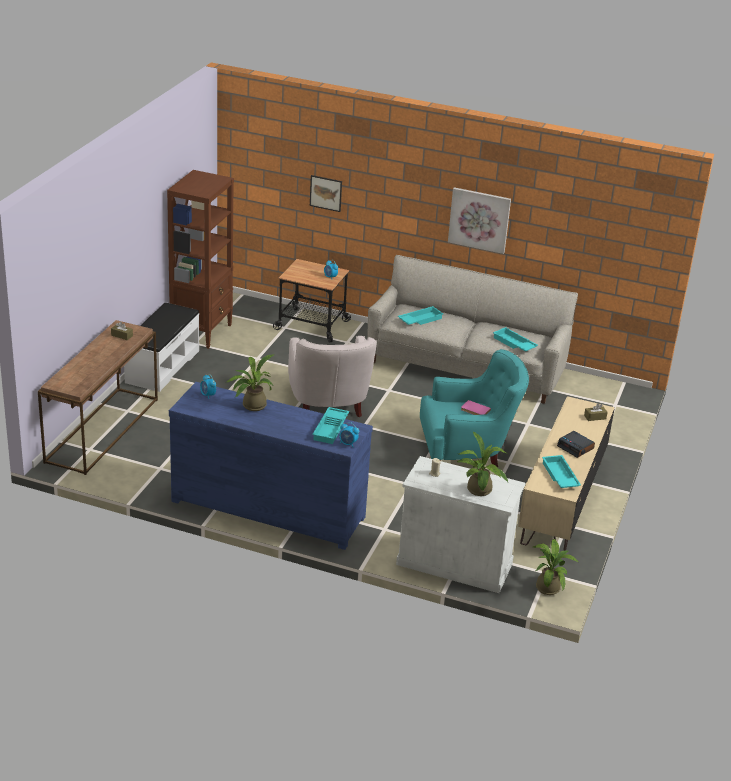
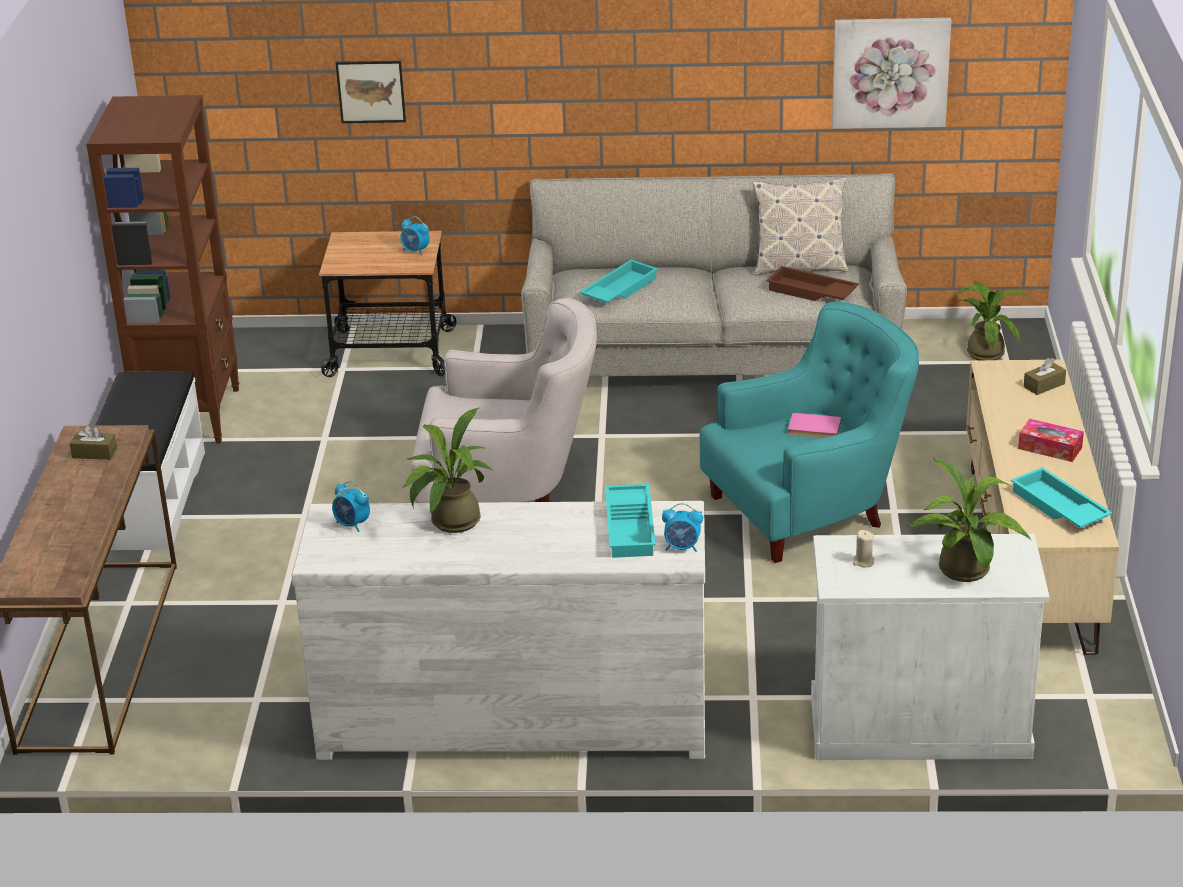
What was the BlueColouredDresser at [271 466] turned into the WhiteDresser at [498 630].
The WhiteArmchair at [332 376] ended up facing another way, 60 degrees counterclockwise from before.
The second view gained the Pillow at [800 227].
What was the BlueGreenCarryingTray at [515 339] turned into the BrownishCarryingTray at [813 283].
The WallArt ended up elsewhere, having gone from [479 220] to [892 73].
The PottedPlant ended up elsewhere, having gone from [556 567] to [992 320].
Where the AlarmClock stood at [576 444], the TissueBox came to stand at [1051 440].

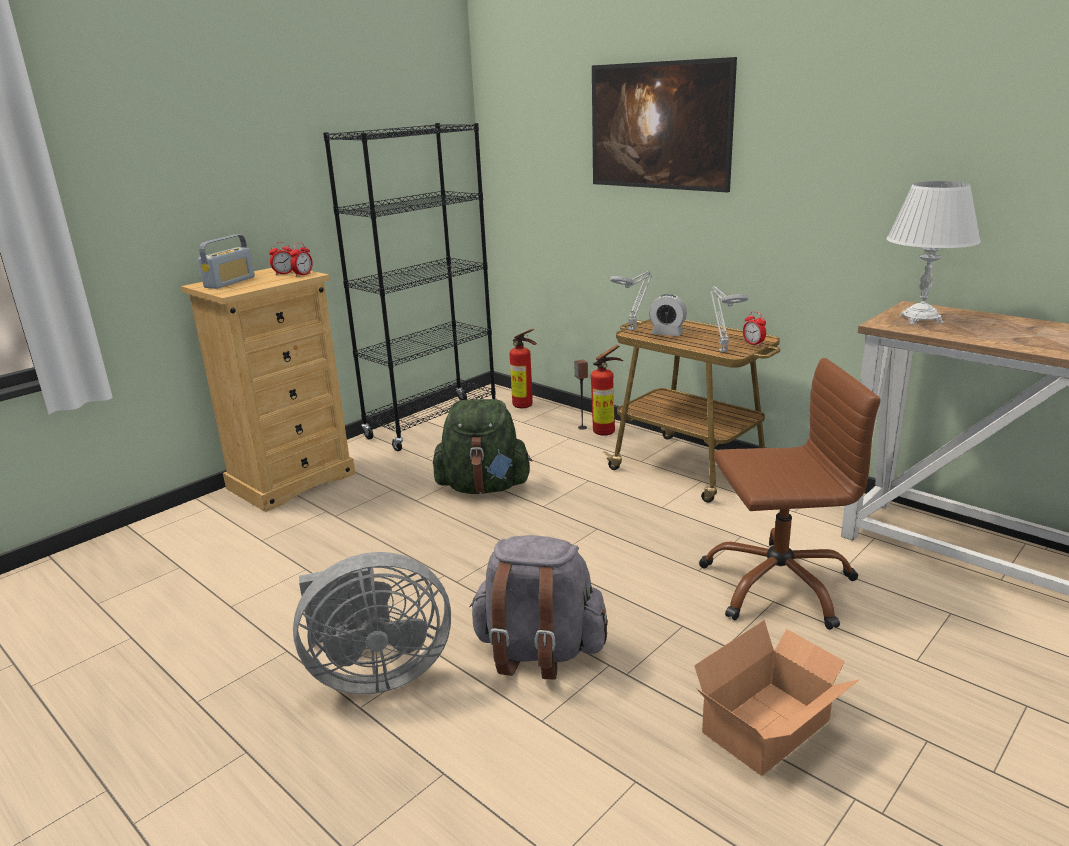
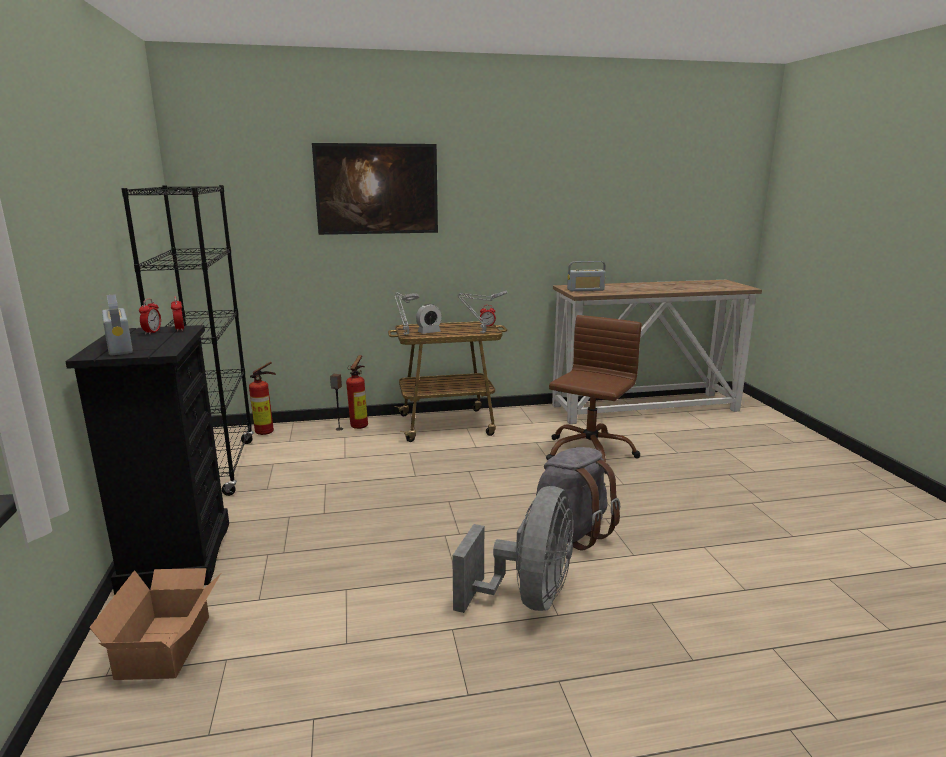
What was the BeigeDresser at [268 390] turned into the BlackishDresser at [147 460].
The PackingBox ended up elsewhere, having gone from [777 698] to [155 624].
Where the WhiteLampForATable stood at [934 252], the RadioReceiver came to stand at [586 276].
The second view lost the GreenColouredRucksack at [482 446].

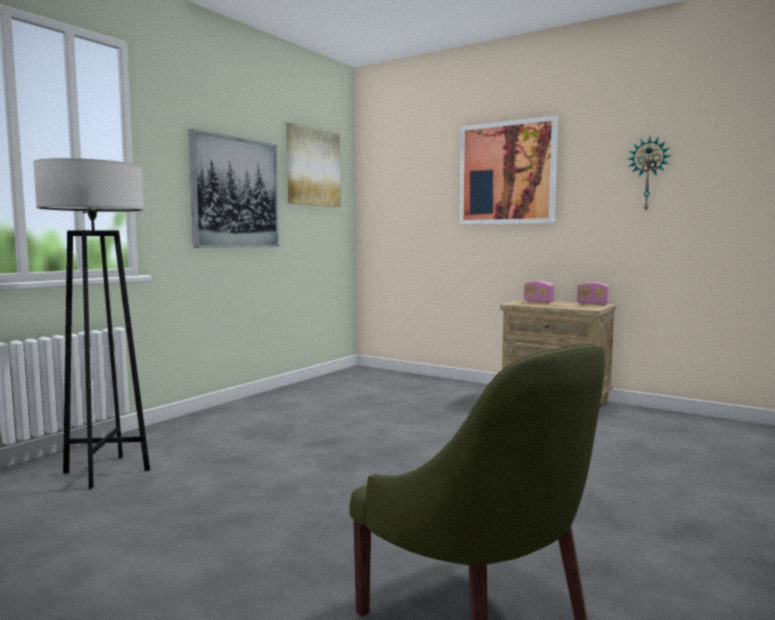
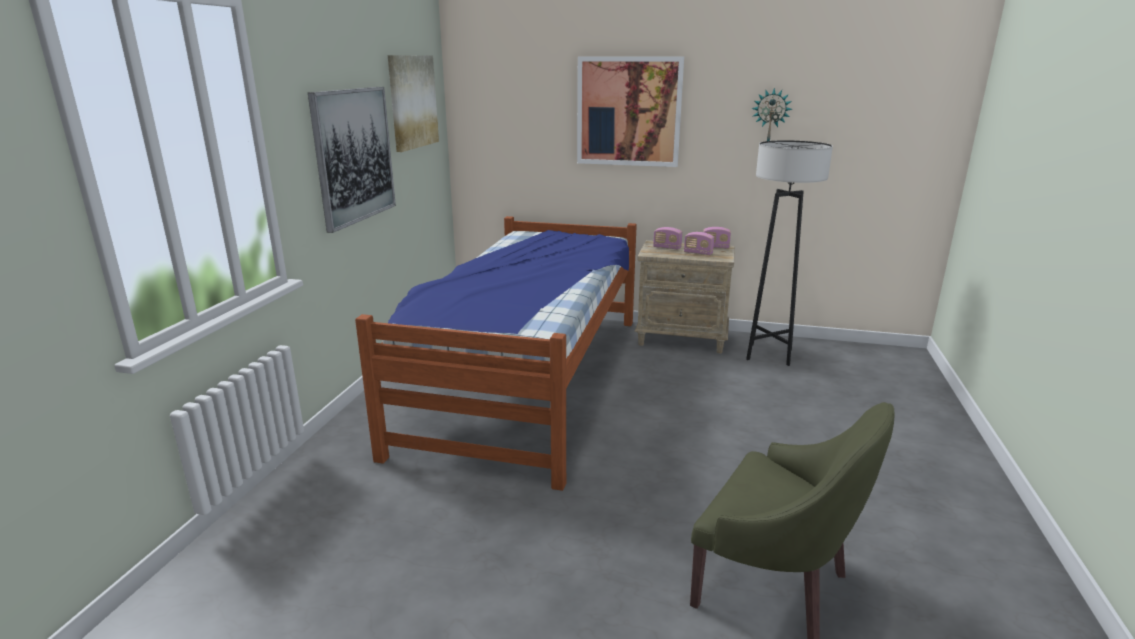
The second view gained the Bed at [496 353].
The second view gained the RadioReceiver at [699 243].
The GreyishStandingLamp ended up elsewhere, having gone from [91 323] to [789 253].

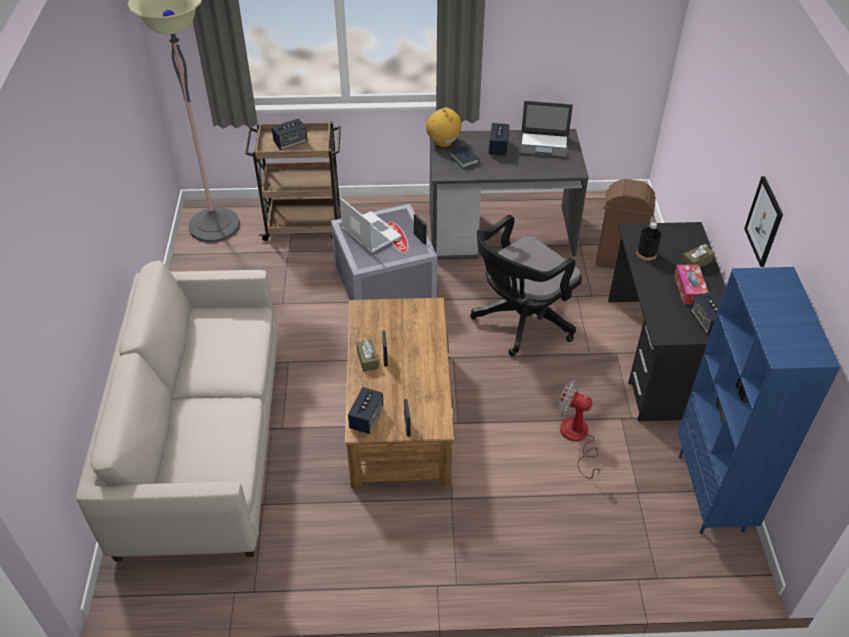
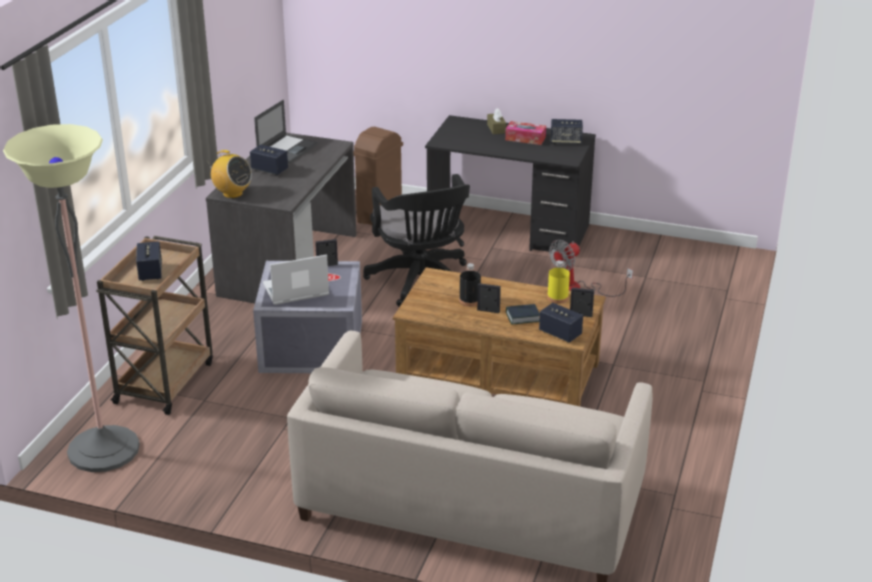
The RadioReceiver at [444 127] ended up facing another way, 135 degrees counterclockwise from before.
The BlackishDrinkBottle ended up elsewhere, having gone from [649 241] to [470 285].
The Volume ended up elsewhere, having gone from [465 157] to [523 314].
The second view gained the YellowColouredDrinkBottle at [558 282].
The second view lost the BrownishTissueBox at [367 355].
The second view lost the BlueColouredBookshelf at [759 400].
The second view lost the WallArt at [763 221].

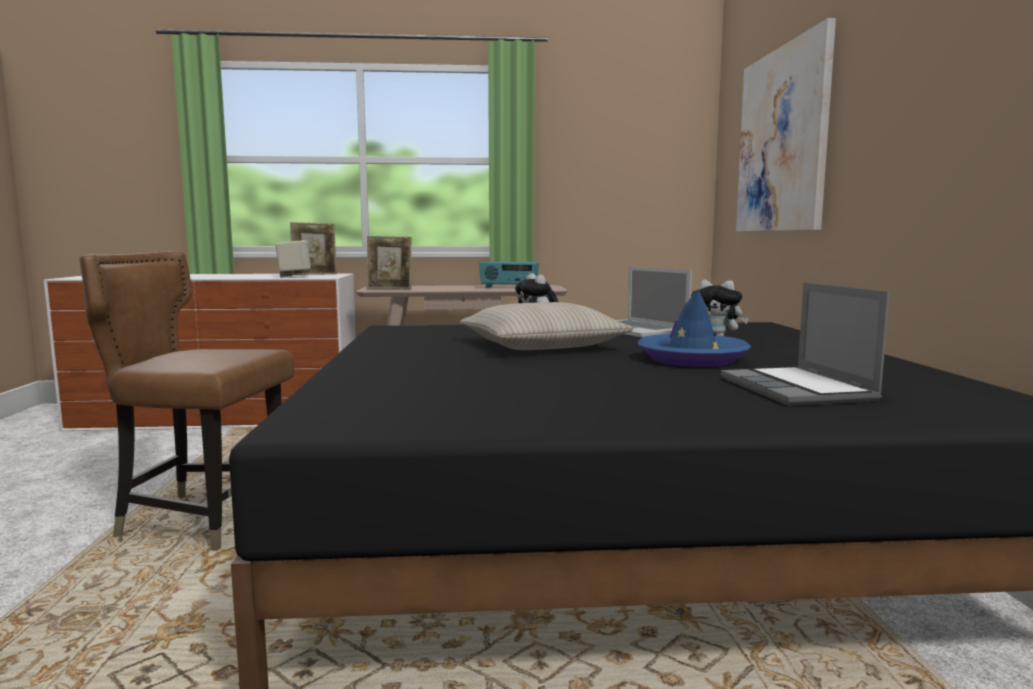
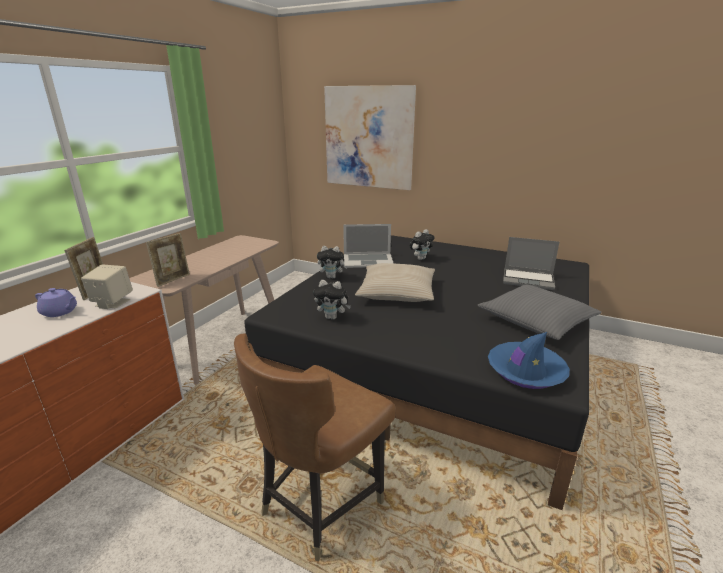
The second view gained the PurplePotForTea at [56 302].
The second view gained the CuddlyToy at [332 300].
The second view gained the GreyishPillow at [539 312].
The BlueColouredClothingHat ended up elsewhere, having gone from [694 328] to [529 360].
The second view lost the RadioReceiver at [509 275].

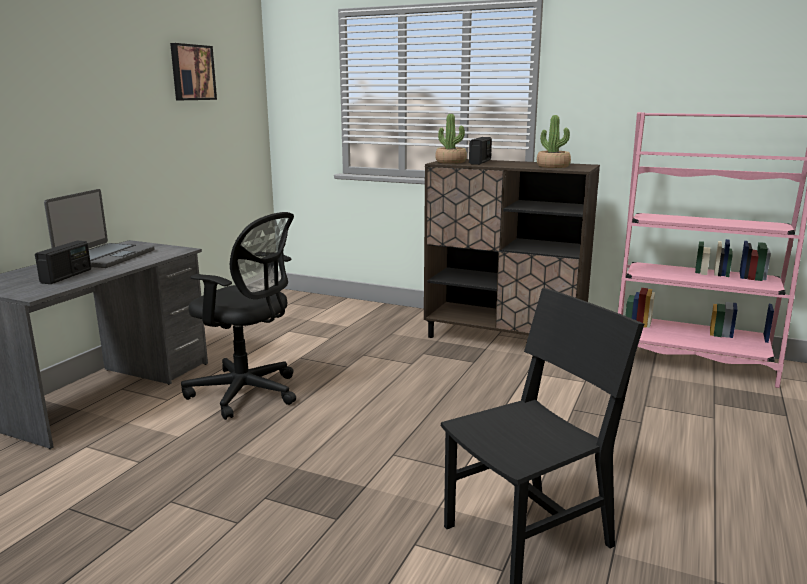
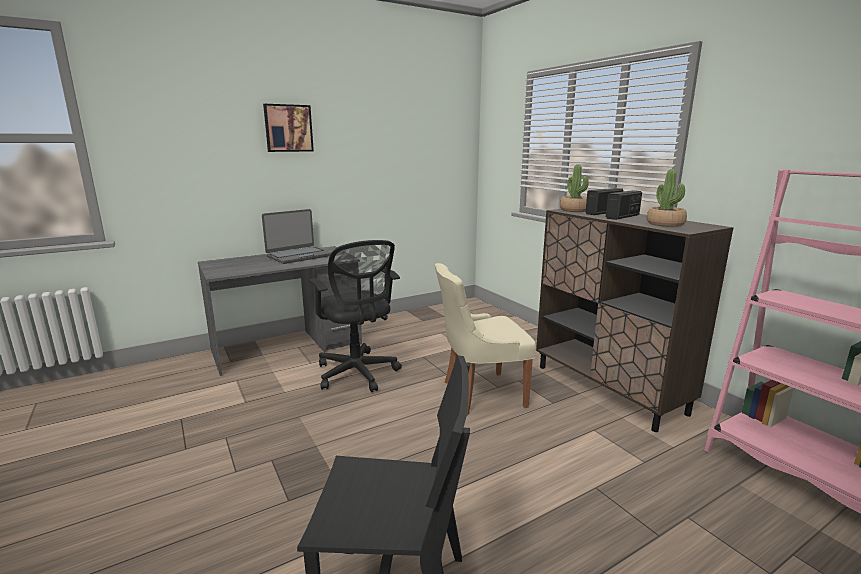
The WallArt ended up elsewhere, having gone from [193 71] to [288 128].
The second view gained the BeigeUprightChair at [485 339].
The RadioReceiver ended up elsewhere, having gone from [63 262] to [624 205].

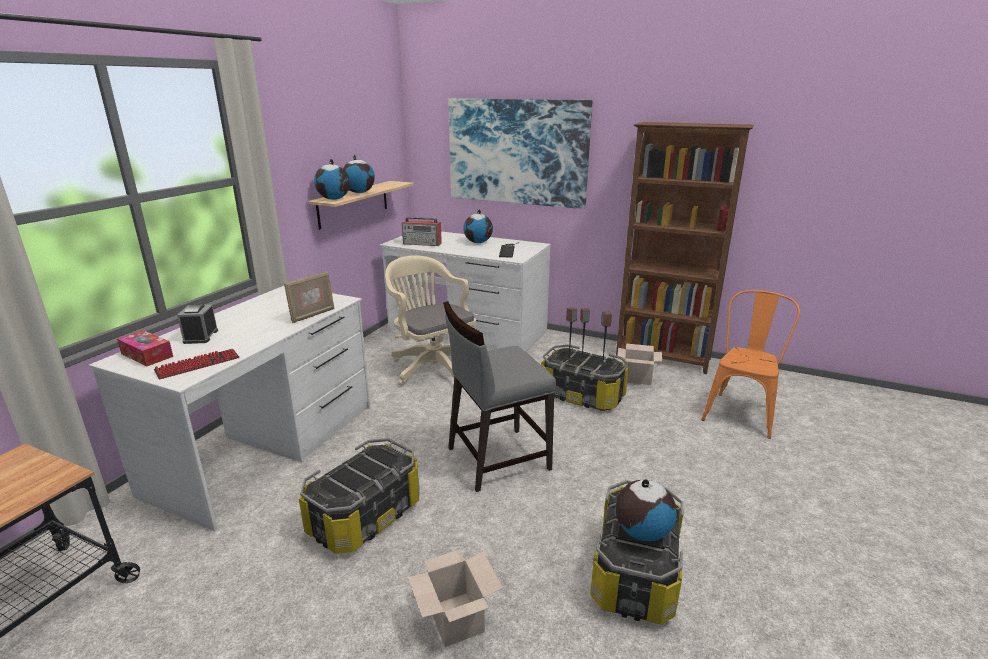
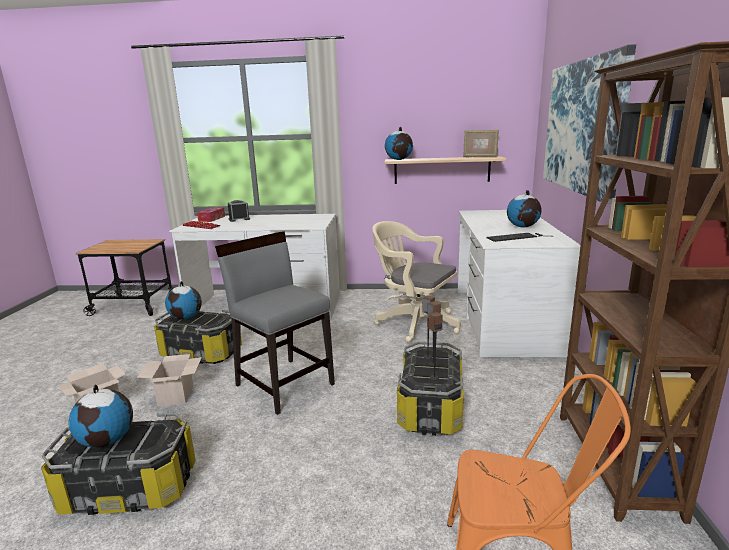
The PackingBox ended up elsewhere, having gone from [639 364] to [169 380].
The WorldGlobe ended up elsewhere, having gone from [359 174] to [183 300].
The BeigeDeskChair at [430 321] ended up facing another way, 90 degrees counterclockwise from before.
The PictureFrame ended up elsewhere, having gone from [309 297] to [481 143].
The second view lost the RadioReceiver at [422 231].

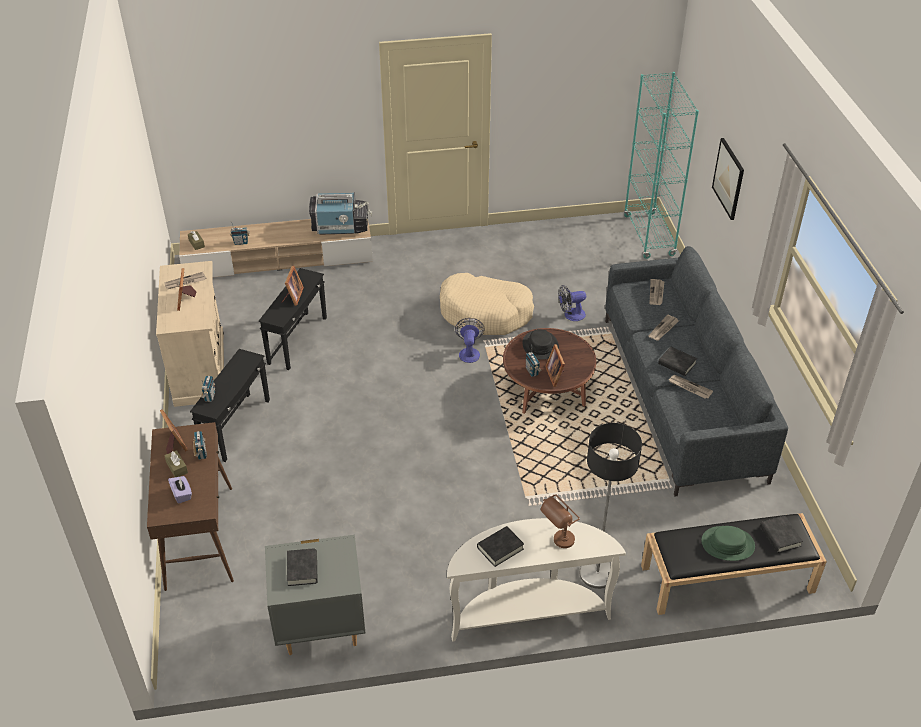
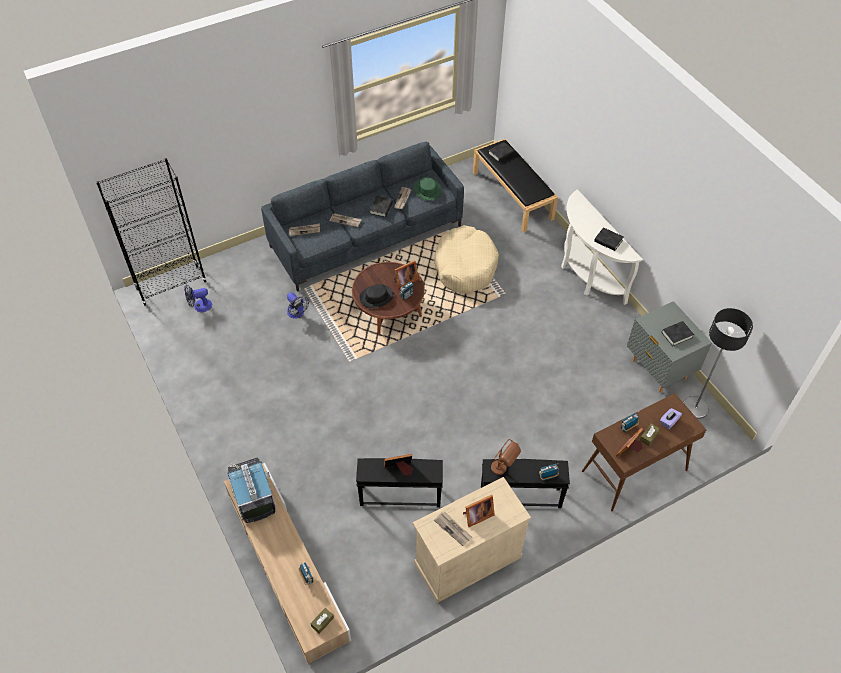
What was the BlueGreenBookshelf at [661 165] turned into the BlackishBookshelf at [151 231].
The ElectricFan ended up elsewhere, having gone from [470 340] to [198 298].
The GreenColouredClothingHat ended up elsewhere, having gone from [728 543] to [427 188].
The BeigePetBed ended up elsewhere, having gone from [487 304] to [466 259].
The BrownishLampForATable ended up elsewhere, having gone from [560 521] to [506 457].
The StandingLamp ended up elsewhere, having gone from [610 506] to [718 363].
The second view lost the WallArt at [728 179].

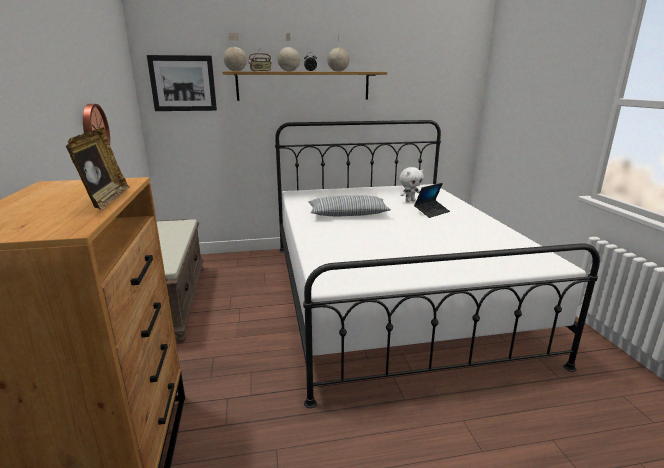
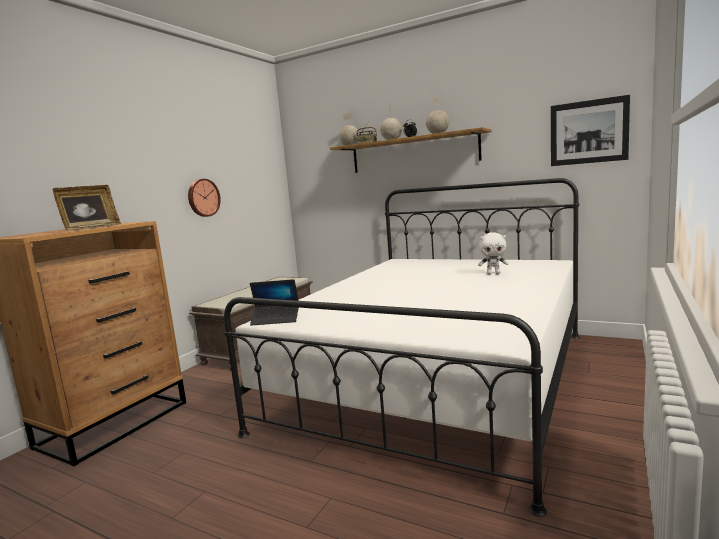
The PortableComputer ended up elsewhere, having gone from [432 200] to [274 302].
The WallArt ended up elsewhere, having gone from [182 83] to [590 130].
The second view lost the Pillow at [349 205].

